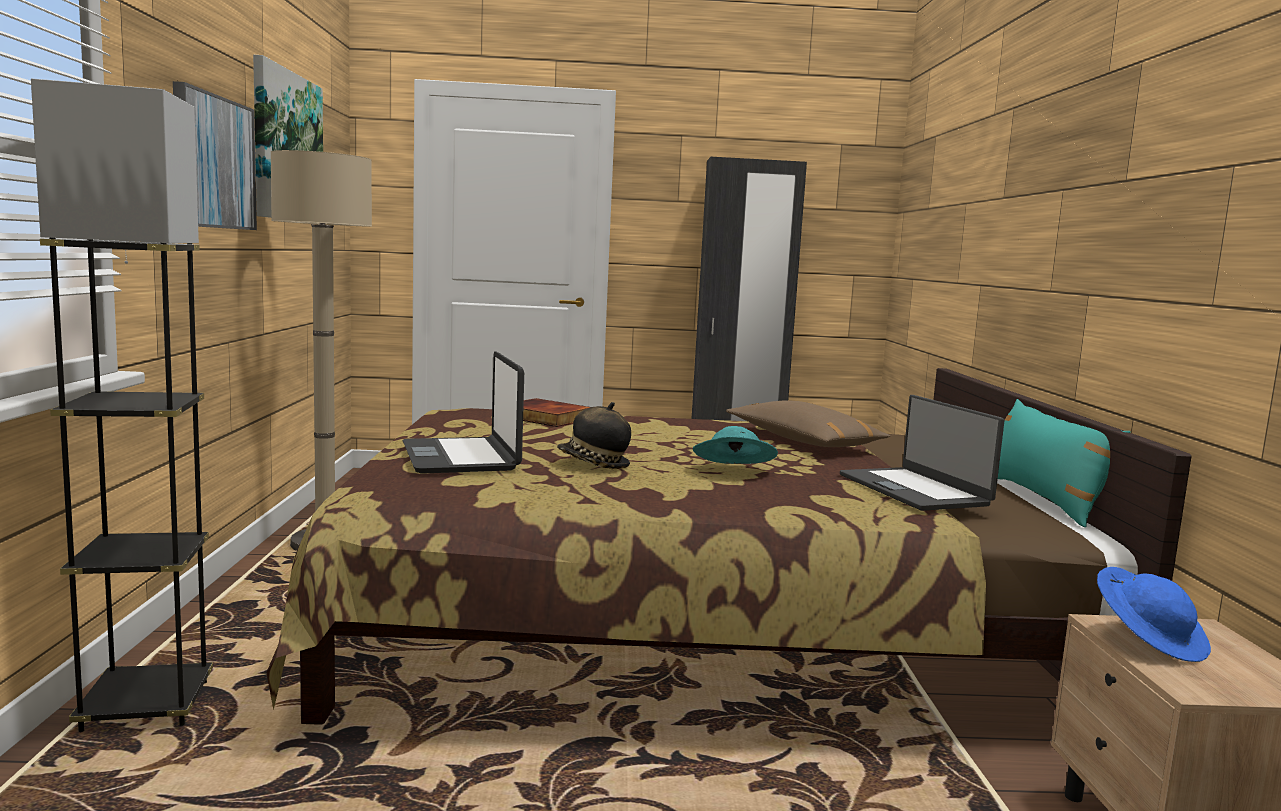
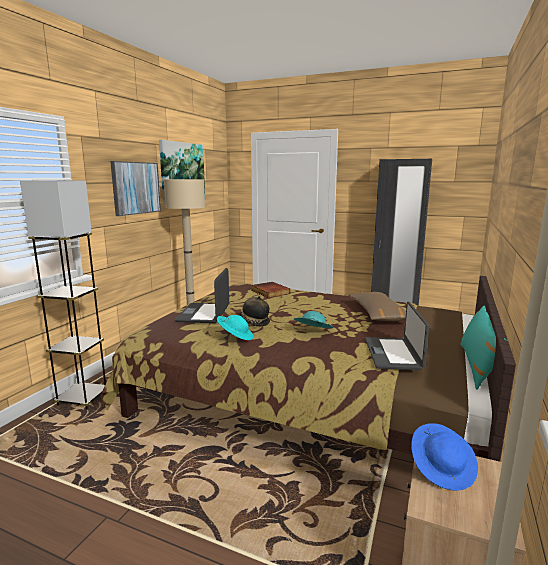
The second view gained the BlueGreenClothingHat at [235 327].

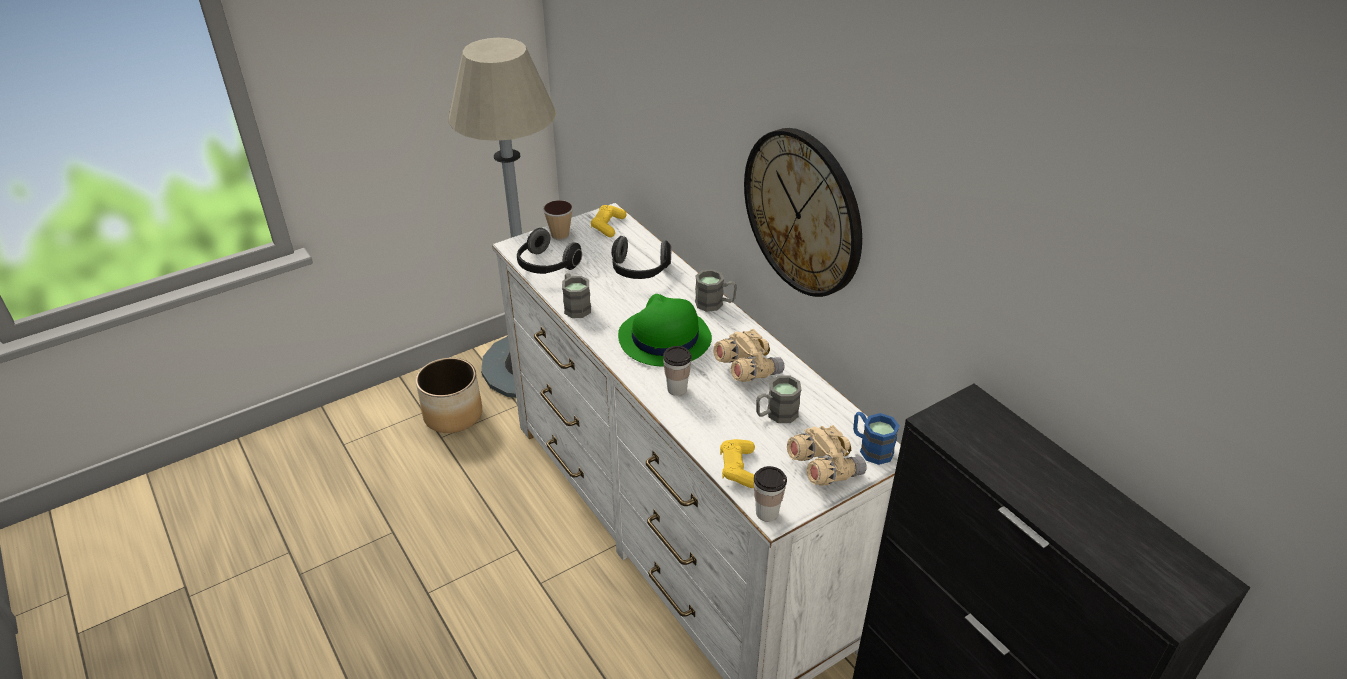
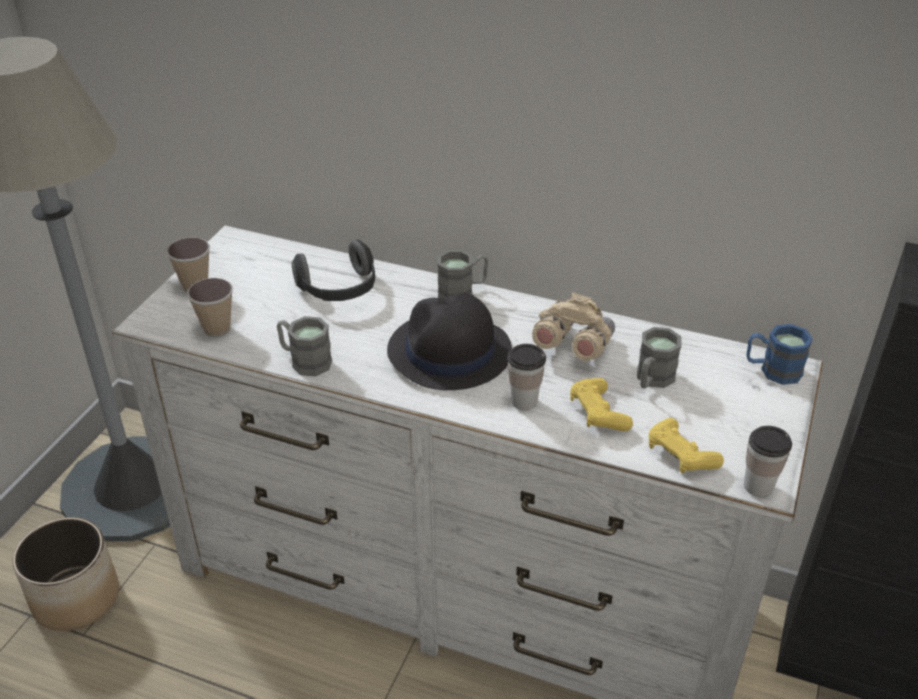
Where the Headphones stood at [549 251], the Cup came to stand at [210 307].
What was the GreenColouredClothingHat at [665 330] turned into the BlackishClothingHat at [449 341].
The YellowColouredGamepad ended up elsewhere, having gone from [609 221] to [601 404].
The second view lost the WallClock at [803 212].
The second view lost the BeigePairOfBinoculars at [827 455].

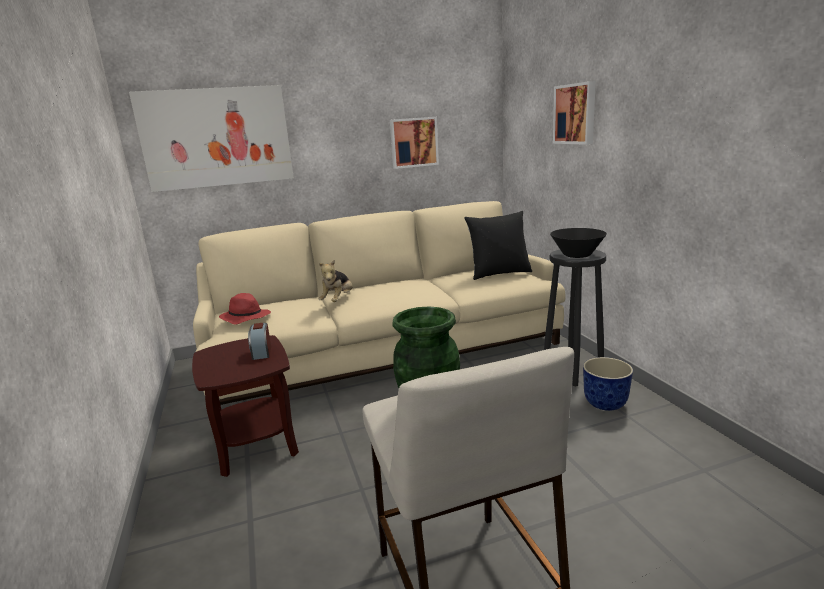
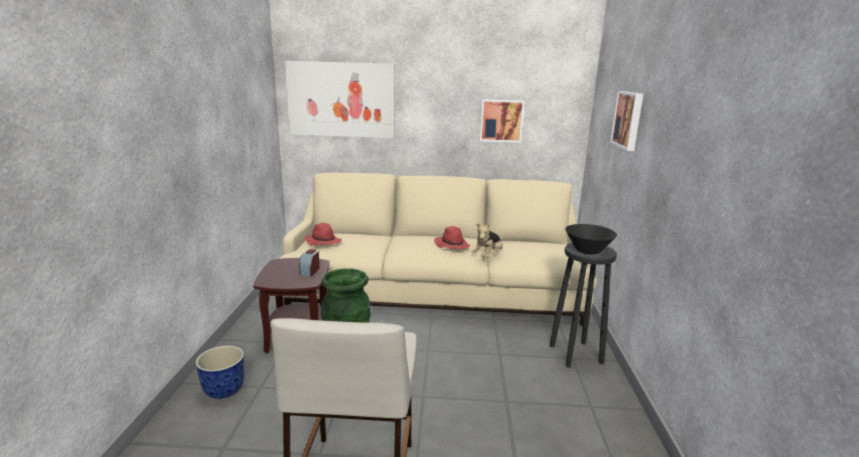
The FlowerPot ended up elsewhere, having gone from [608 384] to [220 372].
The second view gained the ReddishClothingHat at [452 237].
The CuddlyToy ended up elsewhere, having gone from [336 280] to [487 240].
The second view lost the BlackishPillow at [498 245].

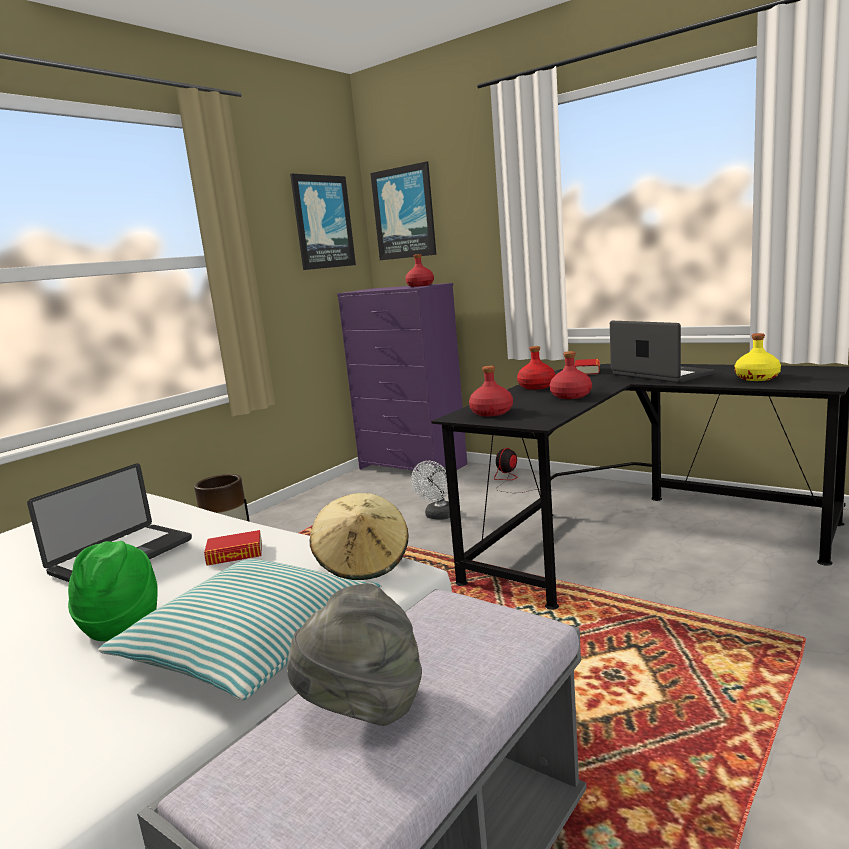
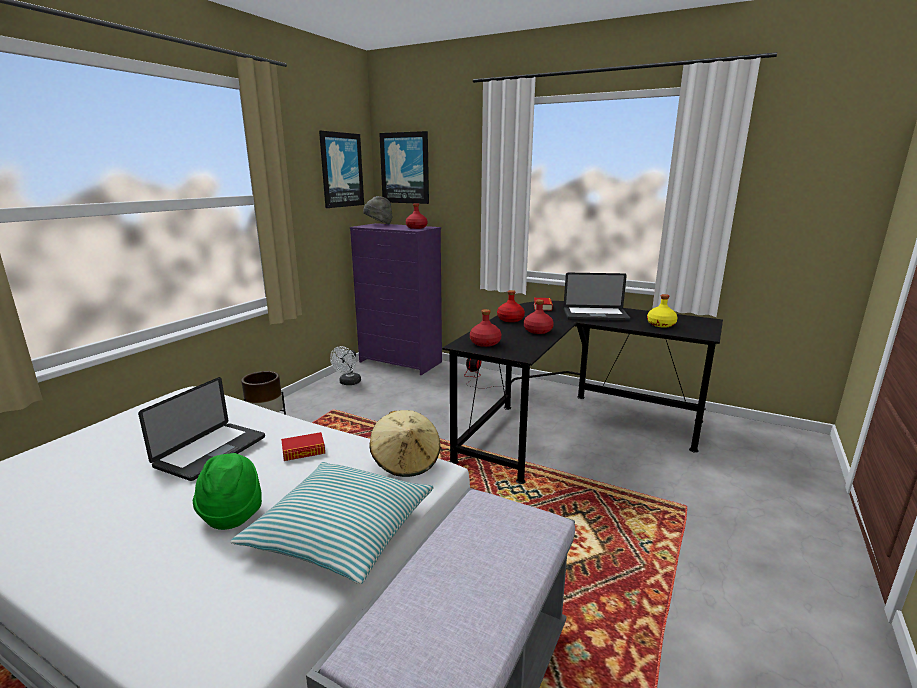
The WhiteElectricFan ended up elsewhere, having gone from [430 490] to [345 365].
The GreyishClothingHat ended up elsewhere, having gone from [354 654] to [378 210].
The PortableComputer at [662 352] ended up facing another way, 135 degrees clockwise from before.

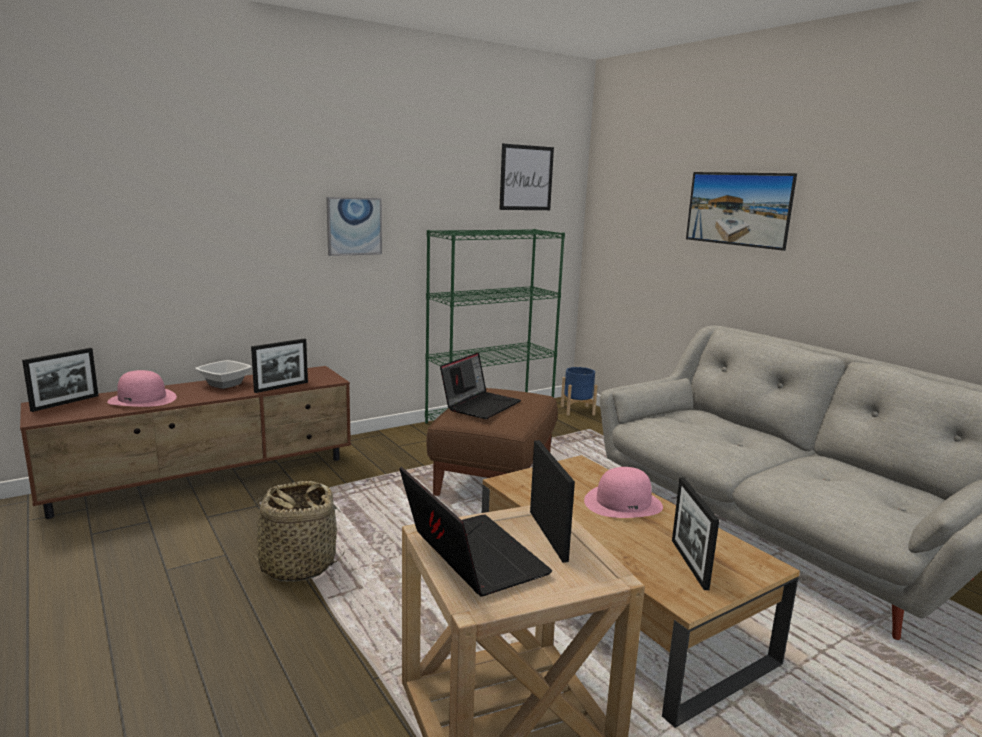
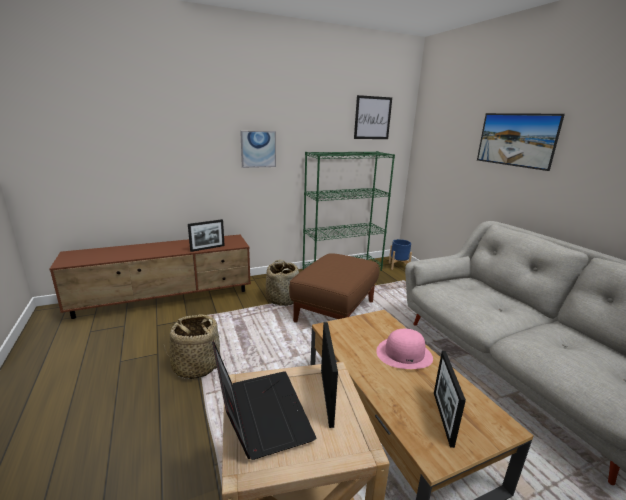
The second view gained the Basket at [282 283].
The second view lost the PictureFrame at [60 380].
The second view lost the PinkClothingHat at [142 388].
The second view lost the Bowl at [223 374].
The second view lost the PortableComputer at [480 385].

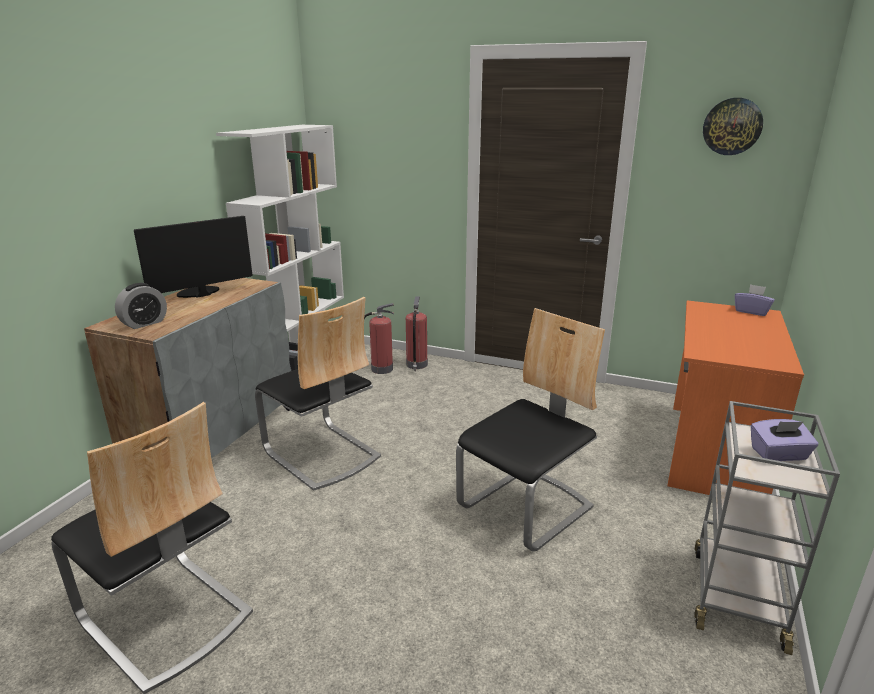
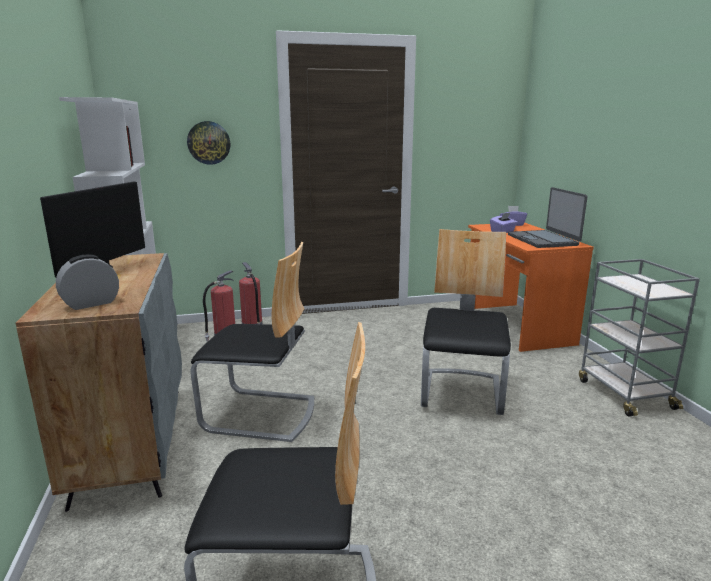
The AlarmClock at [141 306] ended up facing another way, 135 degrees counterclockwise from before.
The WallClock ended up elsewhere, having gone from [733 126] to [208 143].
The PurpleTissueBox ended up elsewhere, having gone from [784 440] to [503 223].
The second view gained the PortableComputer at [547 217].

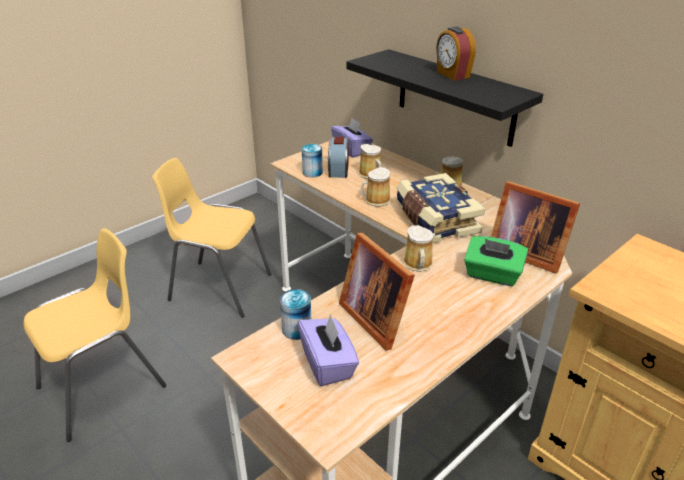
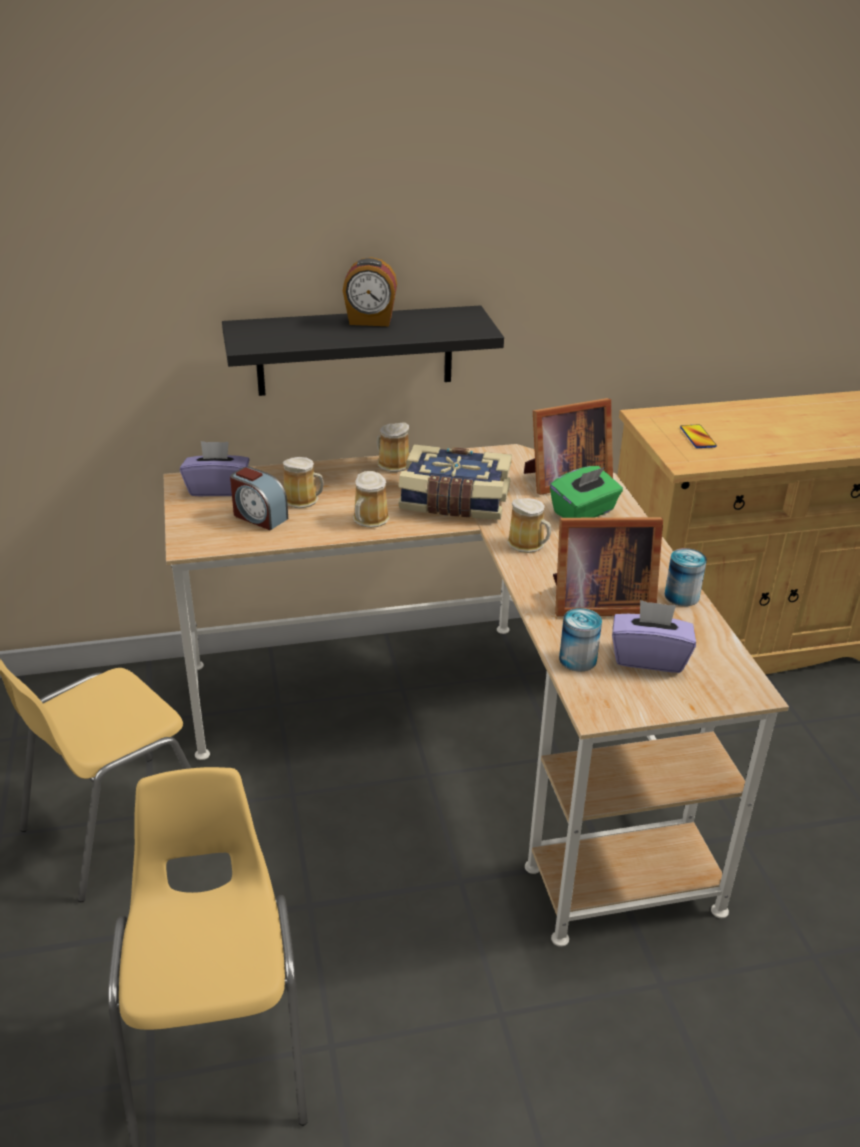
The SealedCan ended up elsewhere, having gone from [312 160] to [686 577].
The second view gained the Handset at [698 436].

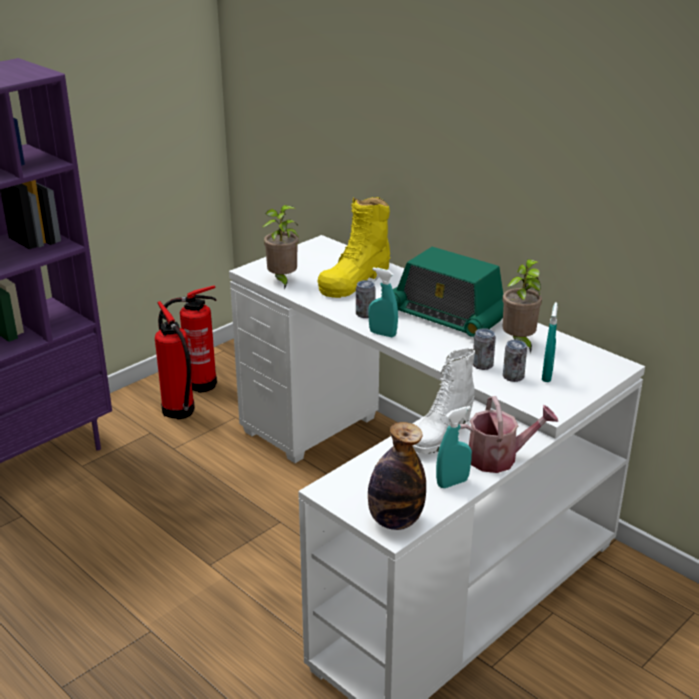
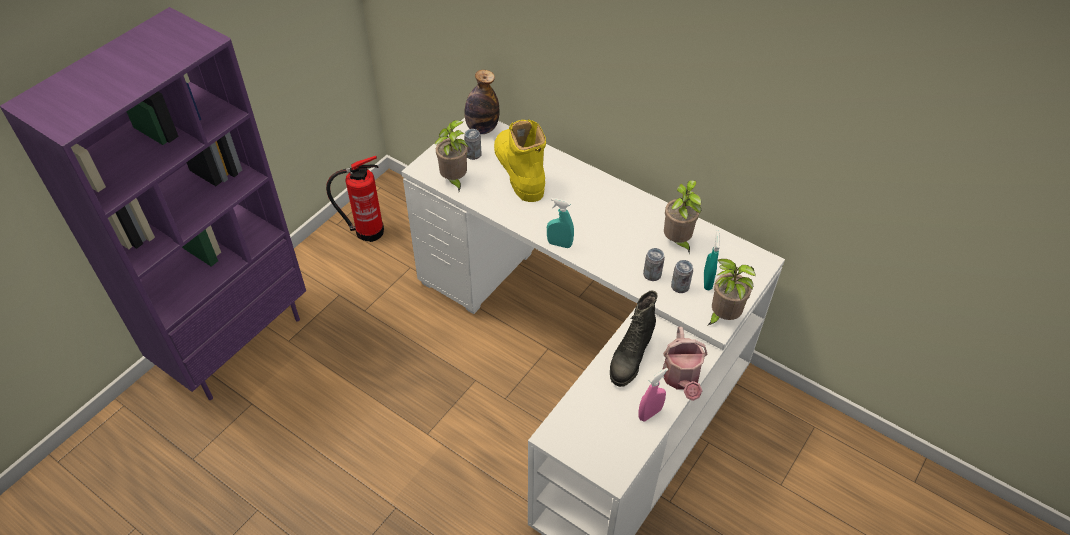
The DrinkBottle ended up elsewhere, having gone from [397 476] to [481 102].
The SealedCan ended up elsewhere, having gone from [366 299] to [472 144].
The YellowColouredBoot at [354 247] ended up facing another way, 135 degrees clockwise from before.
What was the WhiteBoot at [443 401] turned into the BlackishBoot at [633 338].
What was the BlueGreenSprayBottle at [454 447] turned into the PinkSprayBottle at [653 395].
The SprinklingCan at [508 434] ended up facing another way, 105 degrees clockwise from before.
The second view gained the PottedPlant at [731 292].
The second view lost the FireFightingCylinder at [175 360].
The second view lost the RadioReceiver at [448 292].

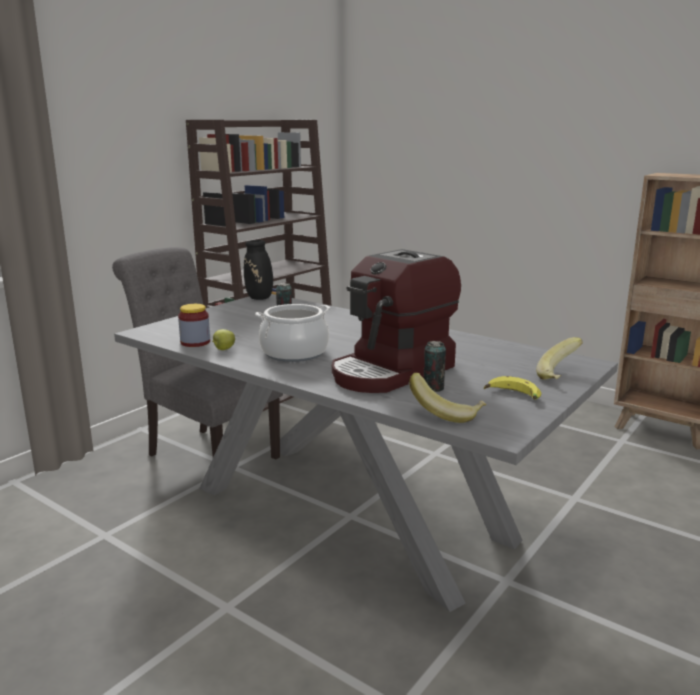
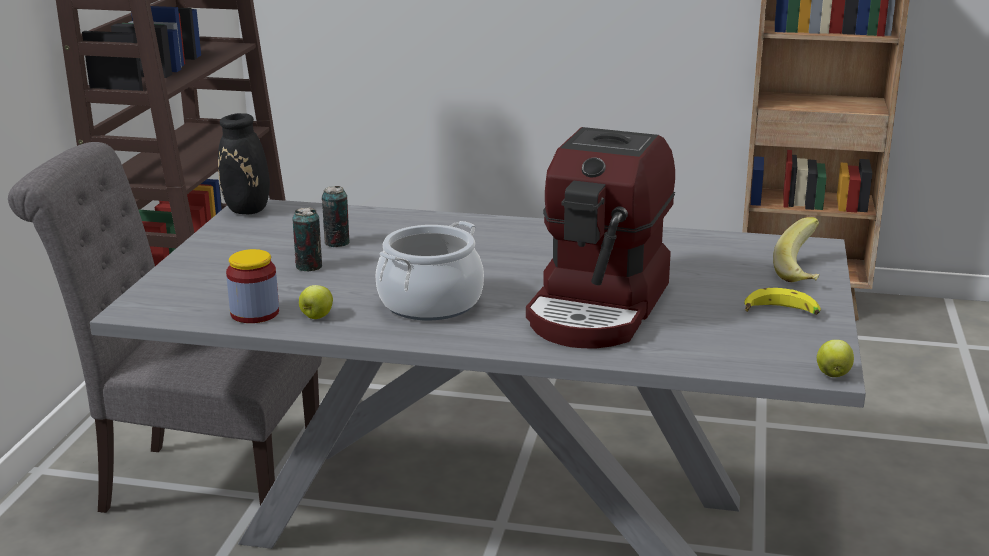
The SealedCan ended up elsewhere, having gone from [435 366] to [307 239].
The second view gained the WholeApple at [835 358].
The second view lost the Banana at [447 398].

